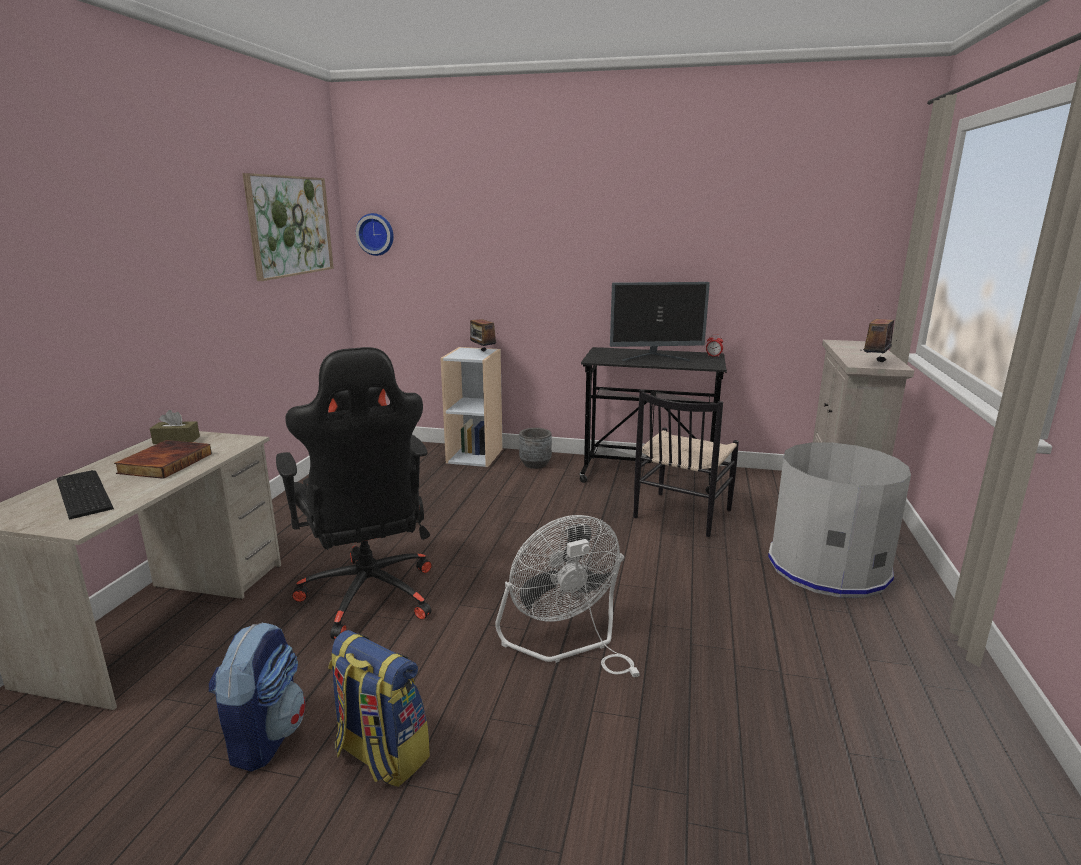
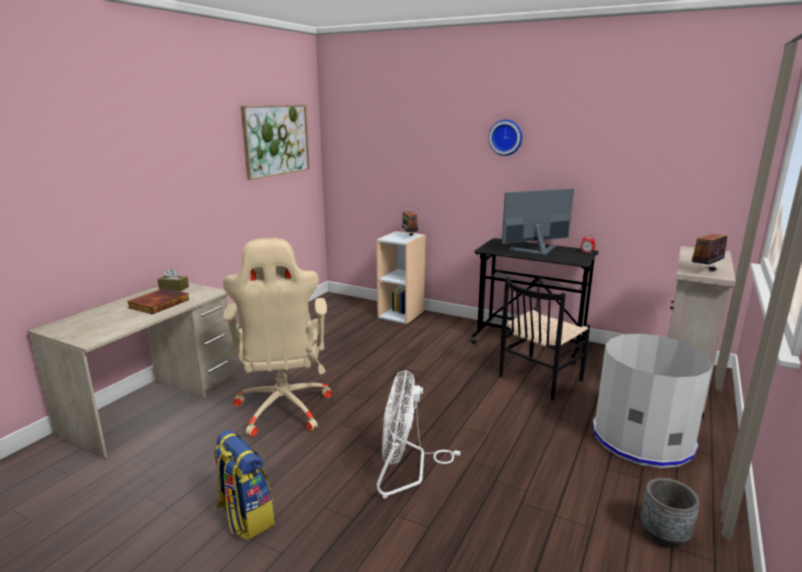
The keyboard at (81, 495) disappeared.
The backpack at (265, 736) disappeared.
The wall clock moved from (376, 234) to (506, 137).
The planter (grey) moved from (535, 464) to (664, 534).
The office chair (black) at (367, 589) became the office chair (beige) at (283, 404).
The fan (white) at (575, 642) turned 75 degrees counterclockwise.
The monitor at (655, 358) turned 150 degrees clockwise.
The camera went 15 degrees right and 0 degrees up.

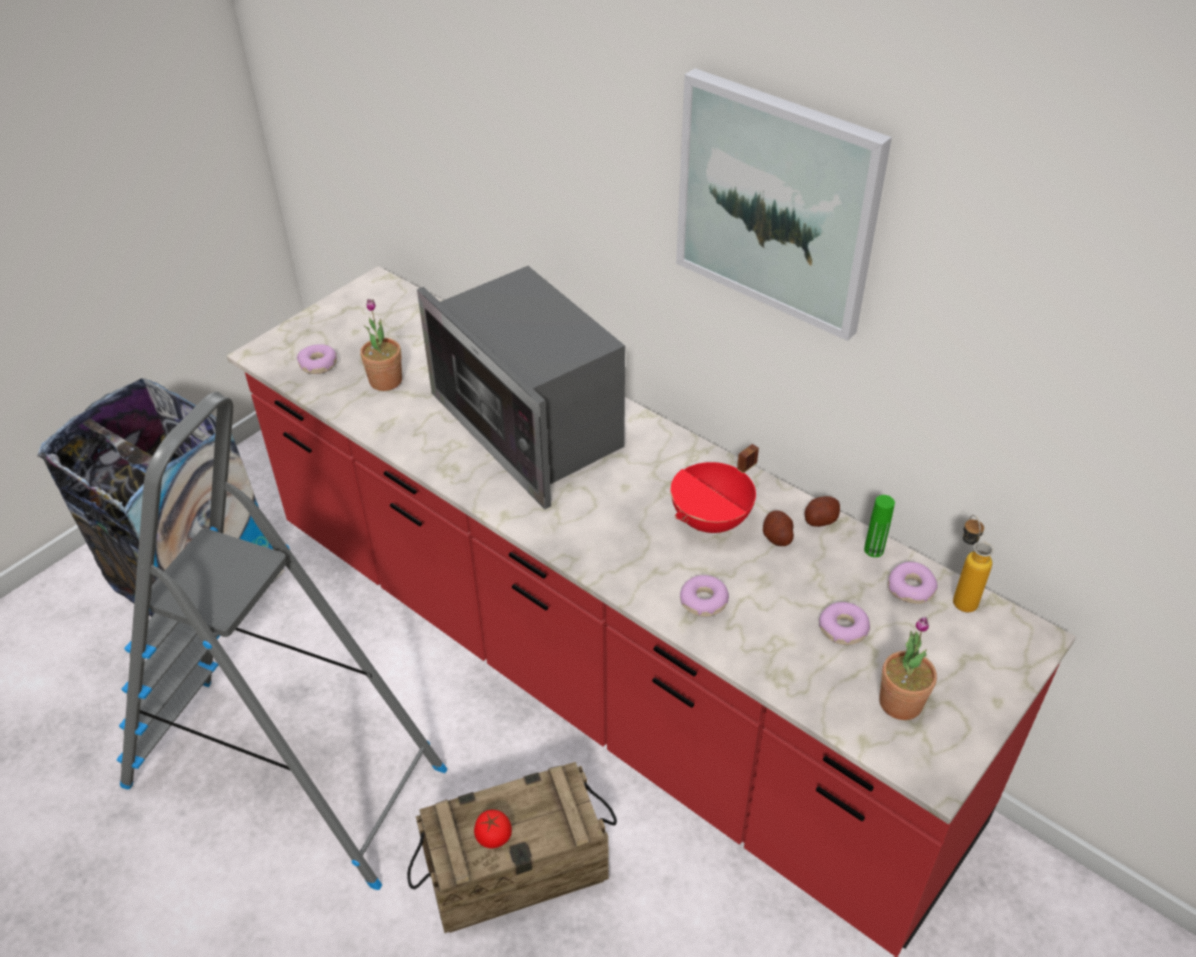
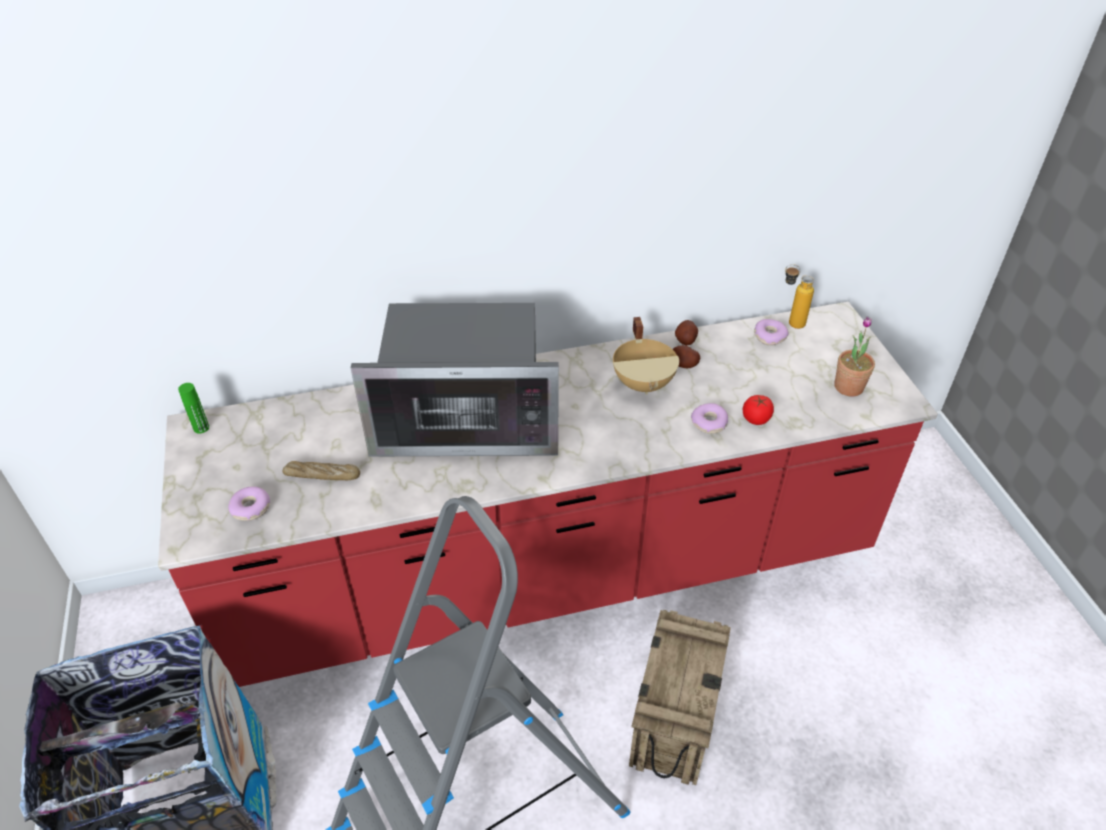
The picture at (777, 203) disappeared.
The donut at (843, 629) disappeared.
The tomato moved from (493, 837) to (756, 419).
The bottle (green) moved from (873, 550) to (201, 428).
The potted plant at (385, 381) was replaced by the bread at (322, 476).
The cooking pot (red) at (712, 521) became the cooking pot (beige) at (644, 383).
The camera went 55 degrees left and 0 degrees up.

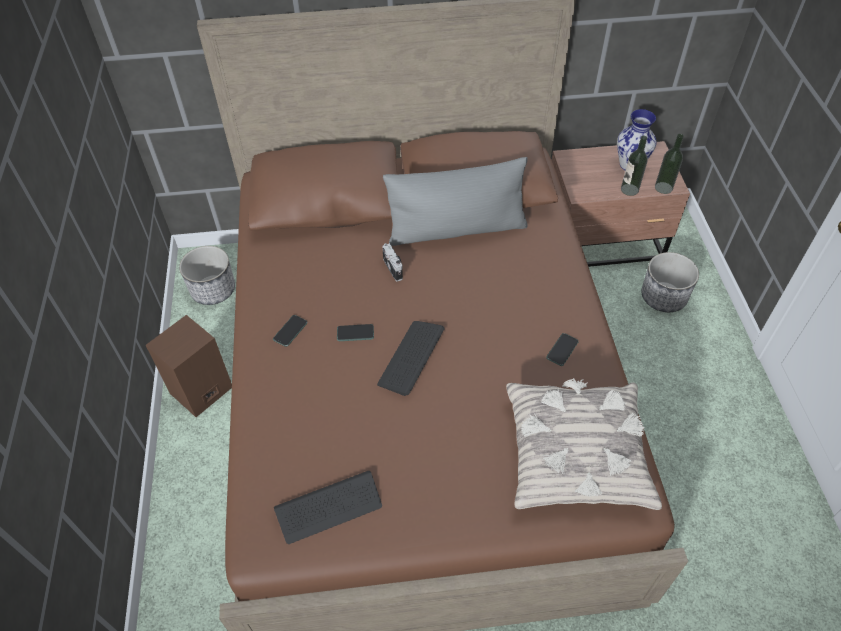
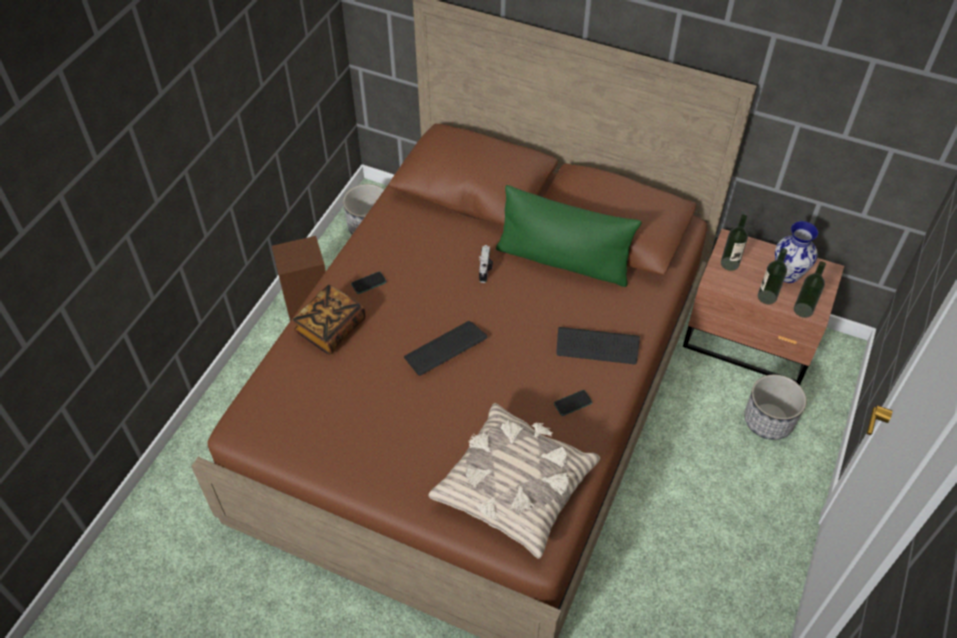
The phone at (355, 333) disappeared.
The book at (331, 328) appeared.
The bottle at (729, 263) appeared.
The keyboard moved from (329, 508) to (597, 347).
The pillow (grey) at (456, 229) became the pillow (green) at (563, 261).
The camera went 30 degrees right and 0 degrees up.

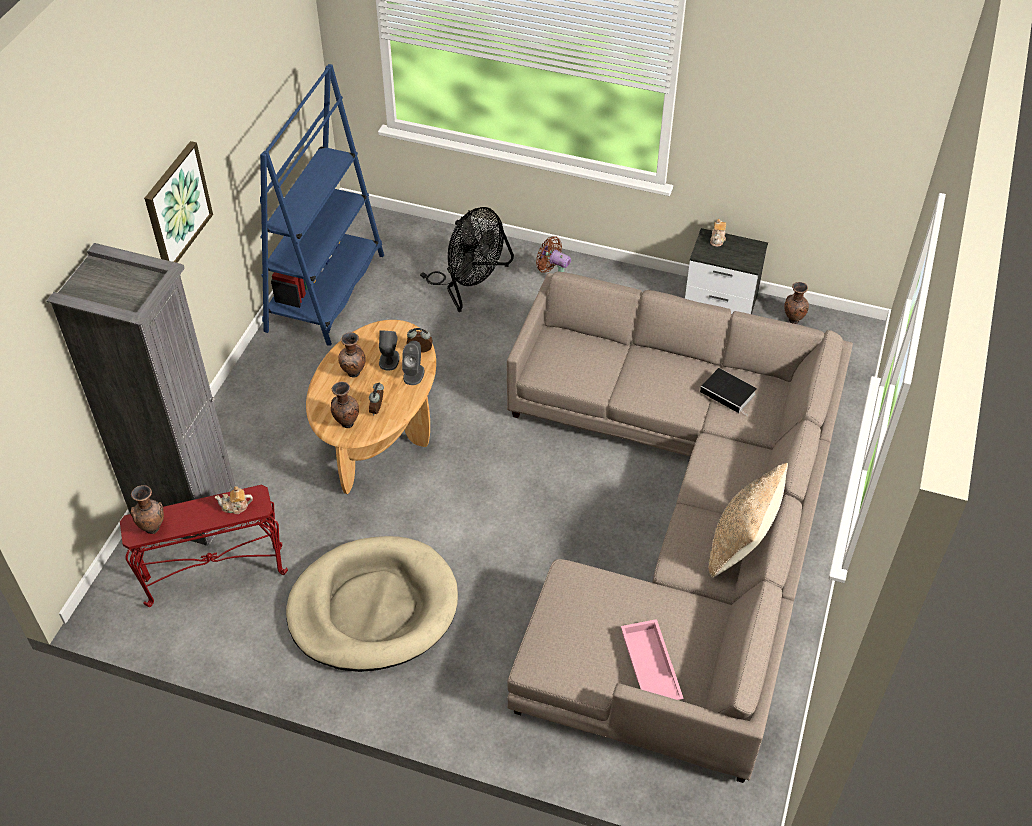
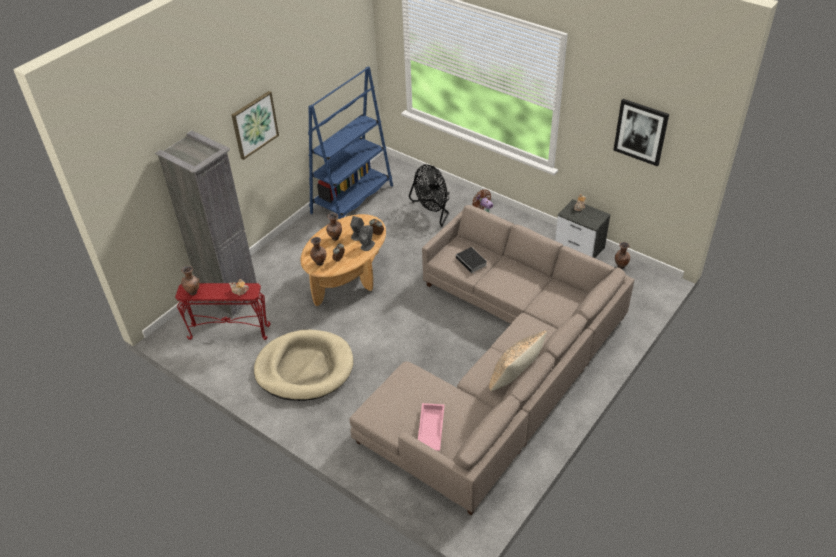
The picture at (641, 132) appeared.
The book moved from (729, 393) to (472, 262).
The fan (black) at (468, 283) turned 90 degrees clockwise.
The camera went 20 degrees right and 5 degrees down.

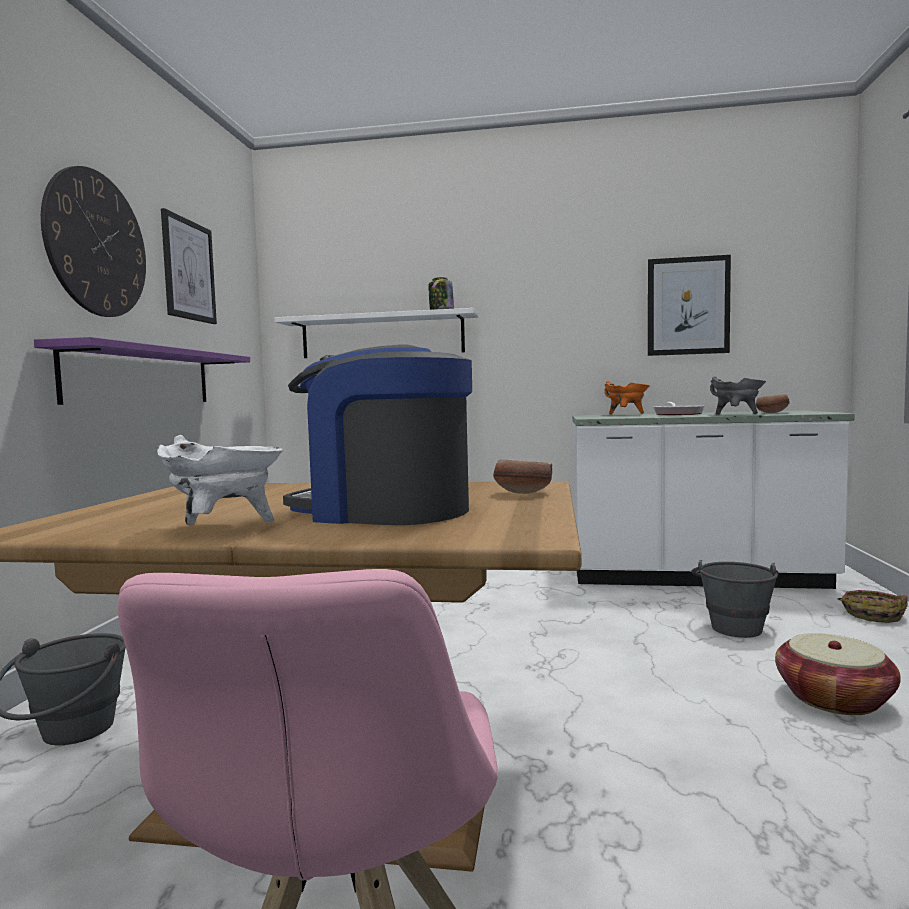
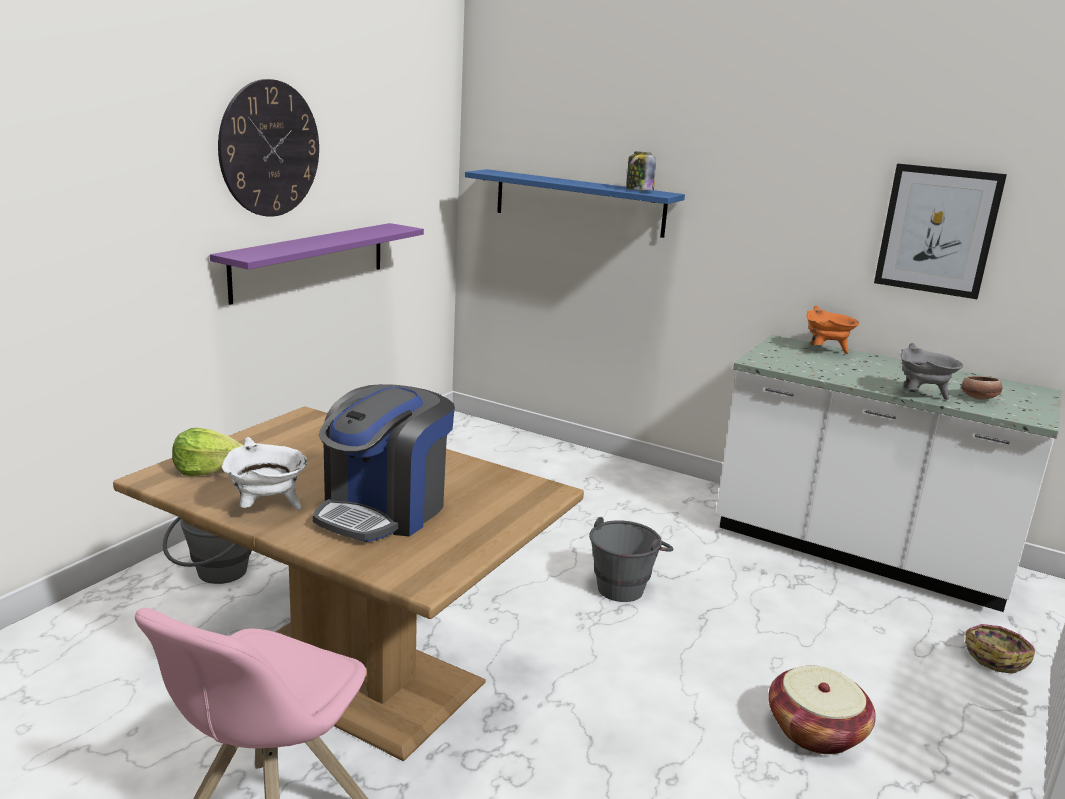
The picture at (188, 270) disappeared.
The bowl at (521, 493) disappeared.
The frying pan at (678, 414) disappeared.
The lettuce at (207, 469) appeared.
The bucket (grey) moved from (734, 625) to (625, 585).
The shelf (white) at (382, 336) became the shelf (blue) at (578, 202).
The coffee machine at (384, 511) turned 105 degrees counterclockwise.
The camera went 20 degrees right and 15 degrees up.

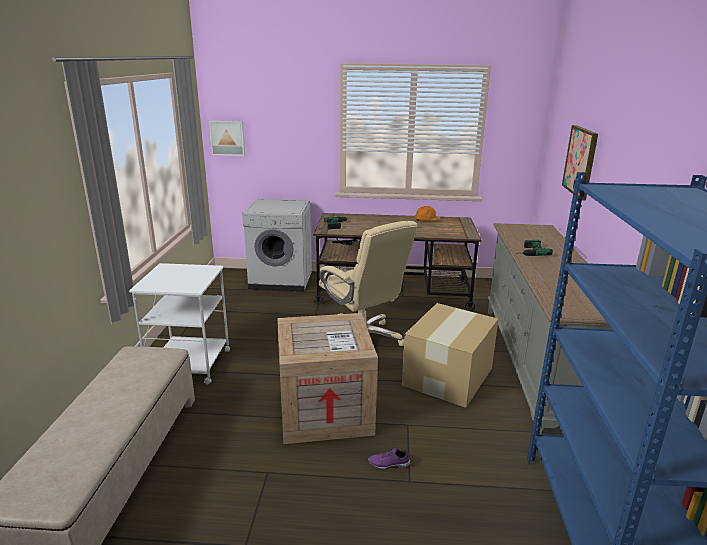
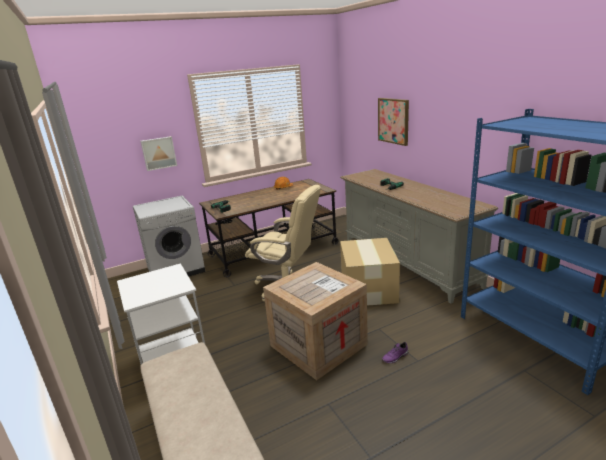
The picture moved from (227, 138) to (159, 153).
The camera went 30 degrees left and 0 degrees up.

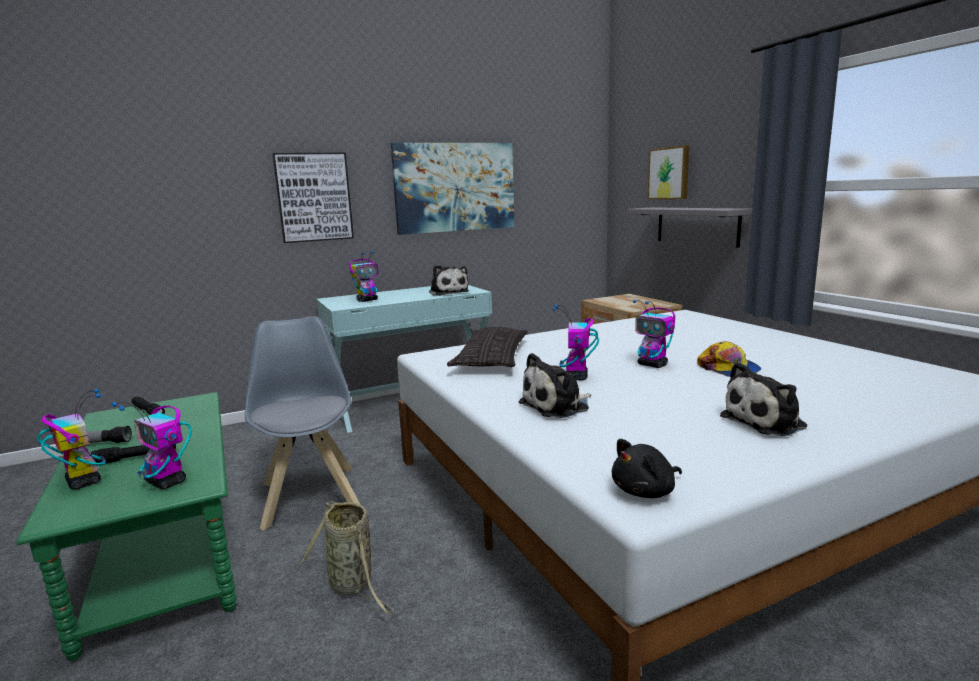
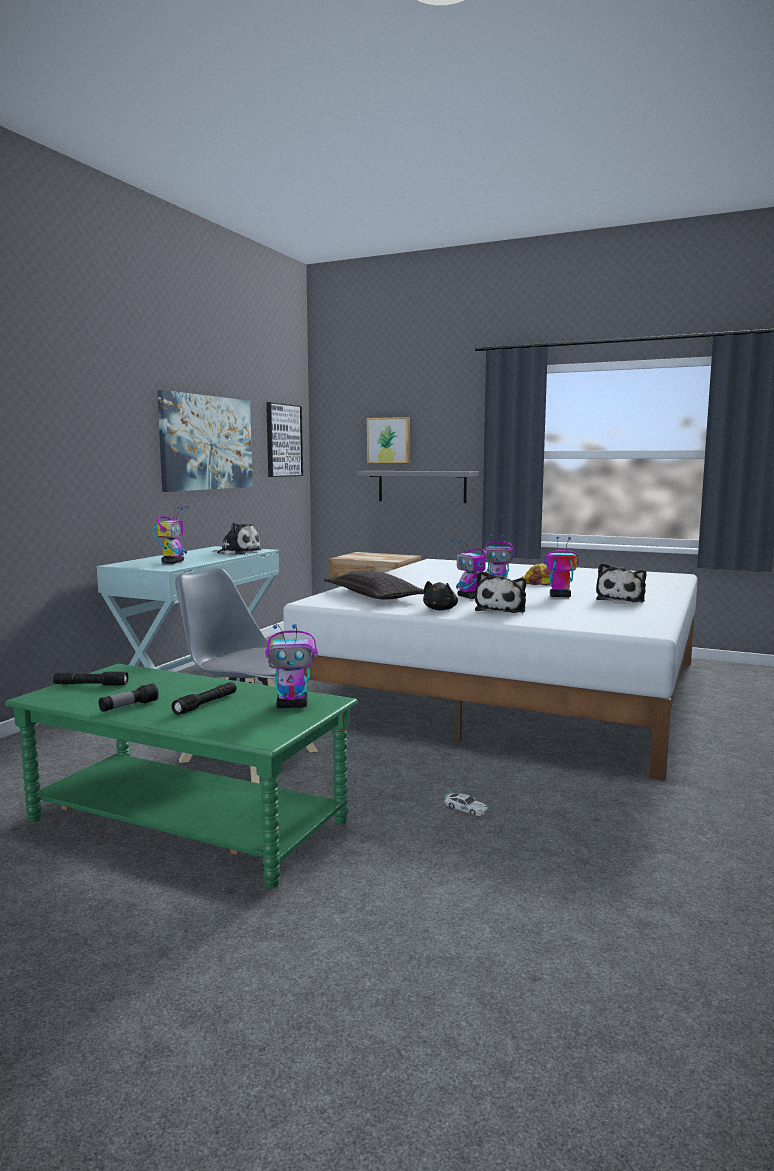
The basket at (352, 585) disappeared.
The toy car at (466, 808) appeared.
The toy robot moved from (83, 481) to (559, 596).
The picture moved from (314, 197) to (283, 440).
The plush toy (black) moved from (646, 491) to (440, 609).
The camera went 40 degrees left and 5 degrees down.

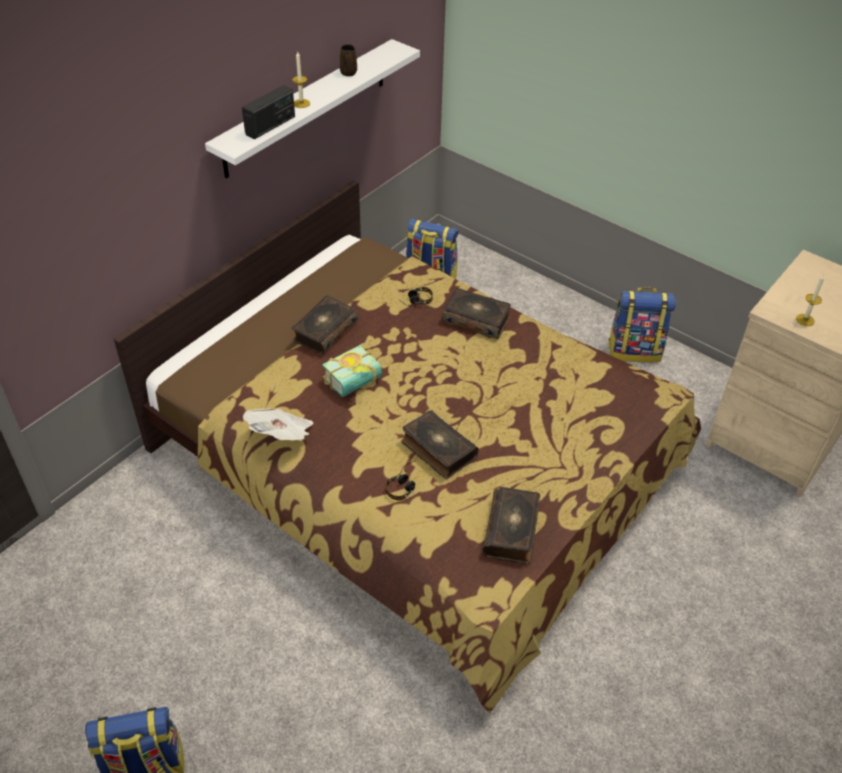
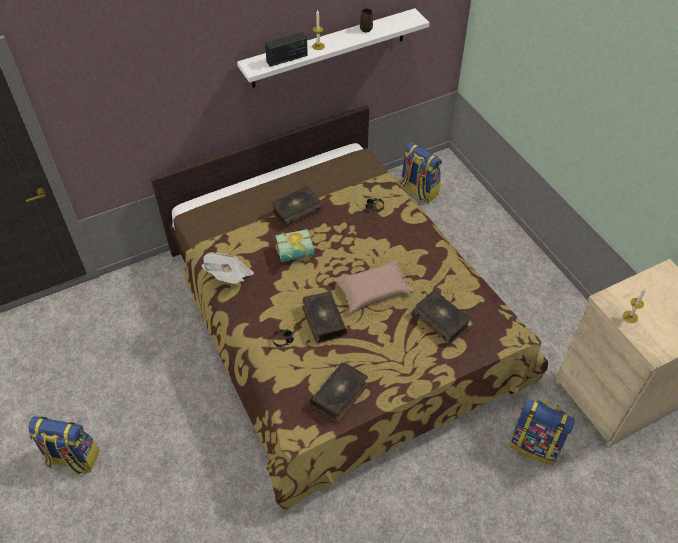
The pillow (beige) at (373, 289) appeared.
The book moved from (476, 319) to (441, 321).
The backpack moved from (634, 350) to (535, 444).
The camera went 25 degrees right and 5 degrees up.

